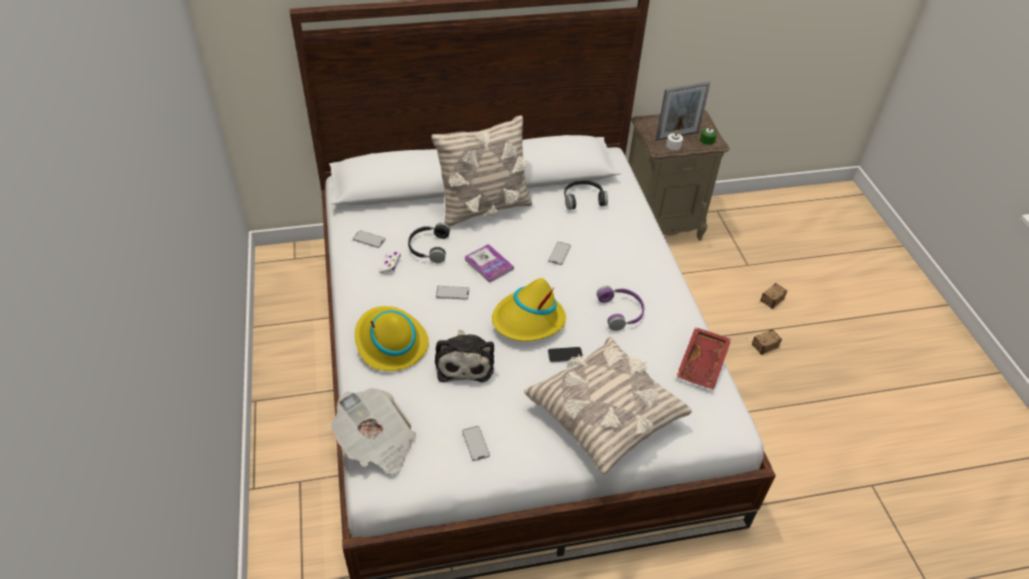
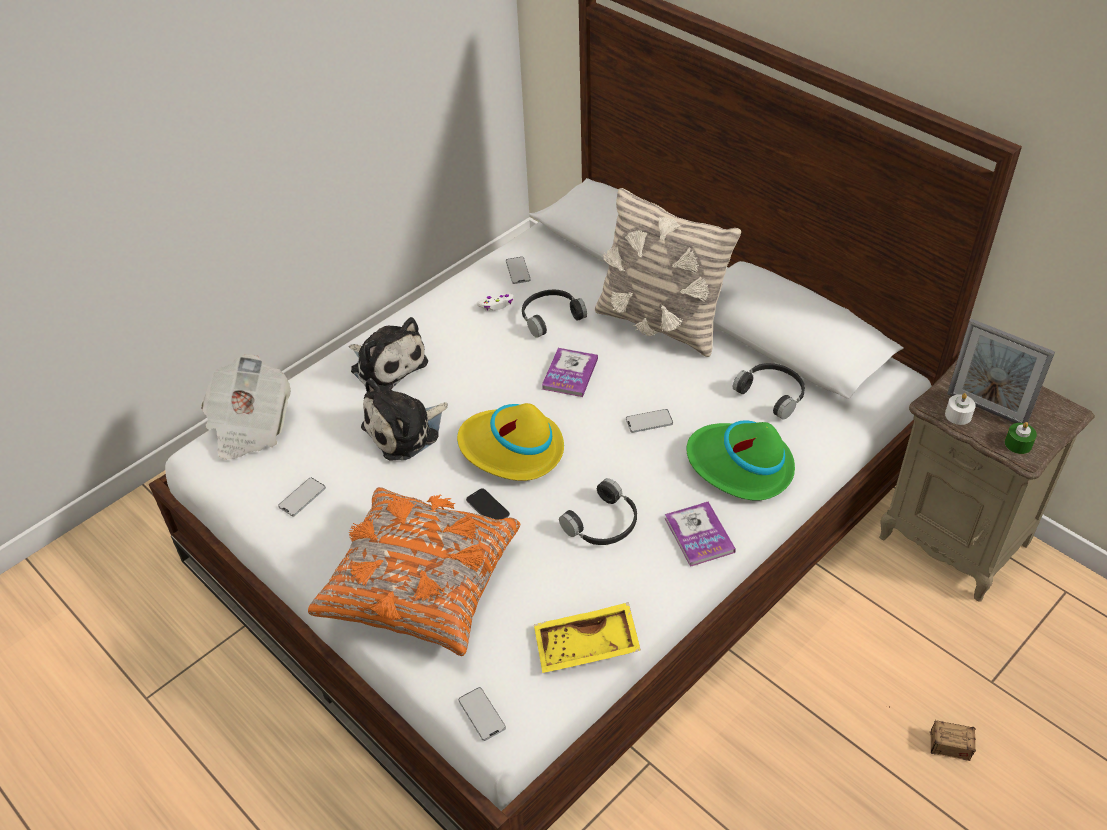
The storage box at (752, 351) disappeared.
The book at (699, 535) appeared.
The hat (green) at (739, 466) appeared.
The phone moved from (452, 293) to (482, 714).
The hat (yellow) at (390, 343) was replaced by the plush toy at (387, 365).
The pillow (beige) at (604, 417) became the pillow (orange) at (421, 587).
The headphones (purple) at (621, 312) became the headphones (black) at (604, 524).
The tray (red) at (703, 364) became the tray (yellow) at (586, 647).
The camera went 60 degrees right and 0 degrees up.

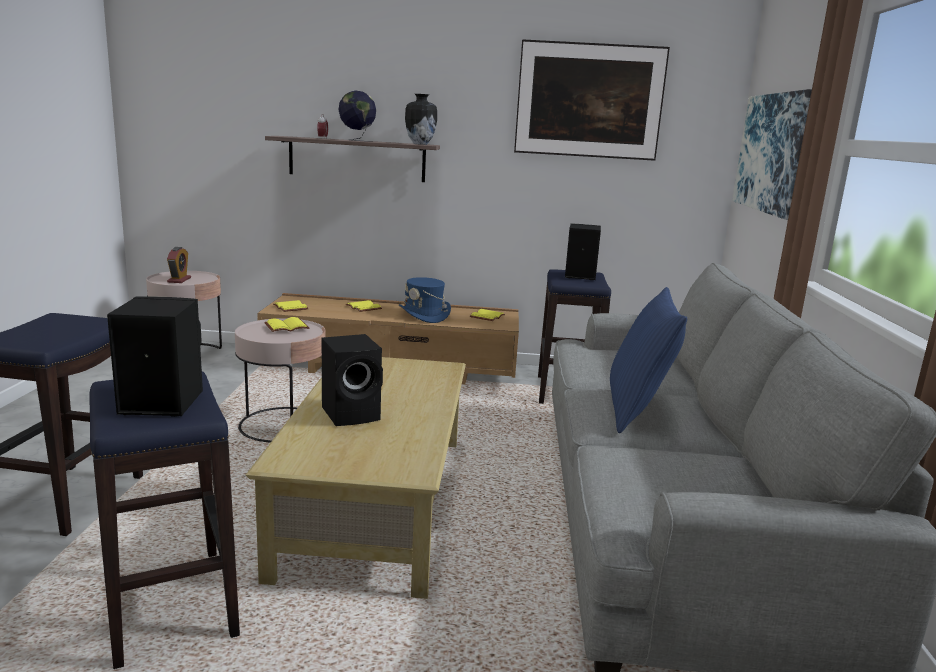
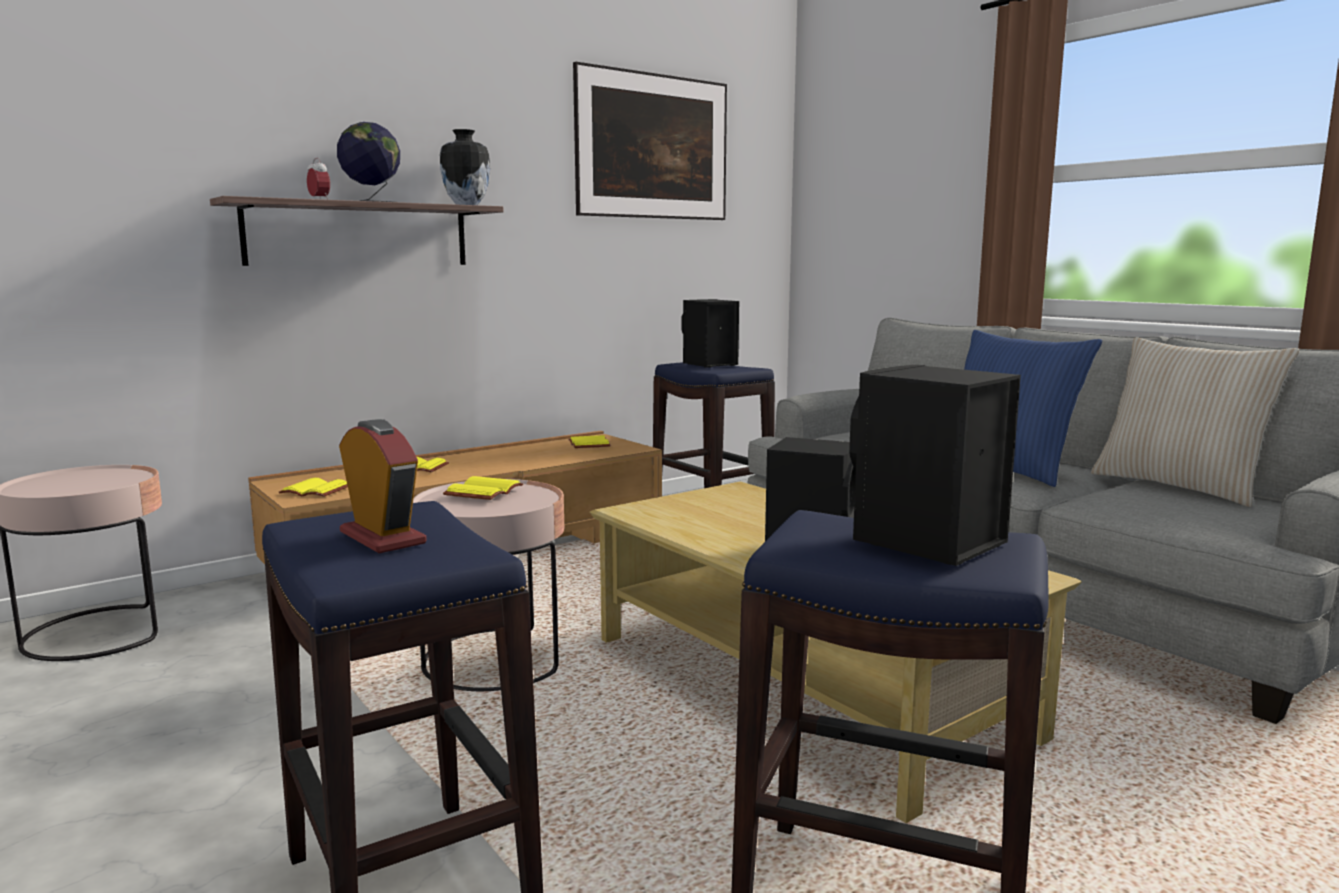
The hat (blue) at (424, 315) disappeared.
The picture at (773, 153) disappeared.
The pillow (beige) at (1179, 486) appeared.
The alarm clock moved from (179, 280) to (382, 538).
The camera went 40 degrees left and 5 degrees down.

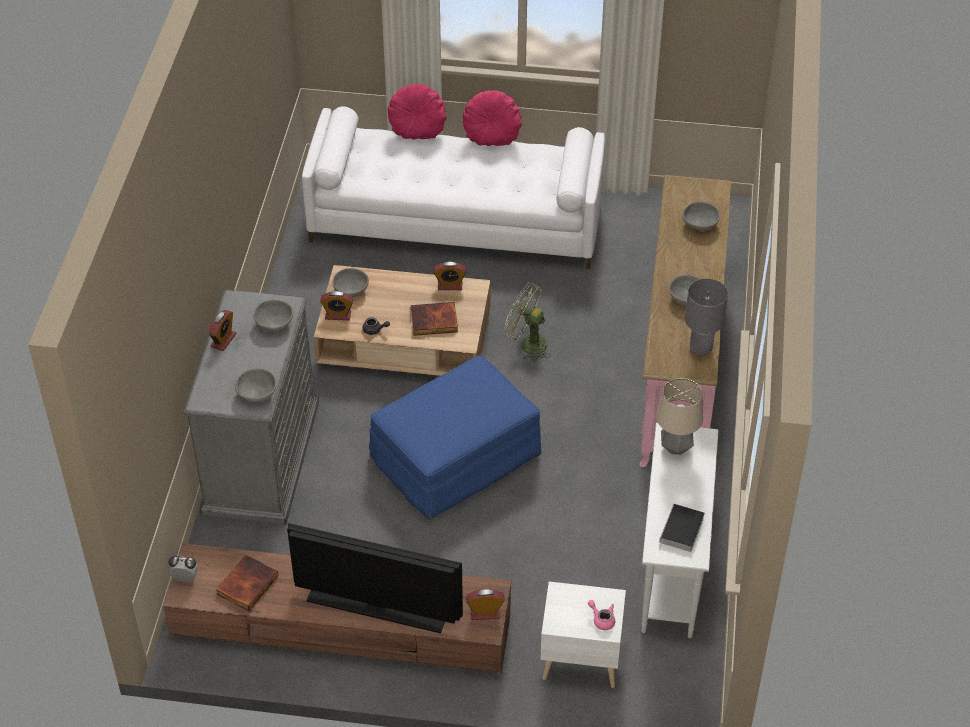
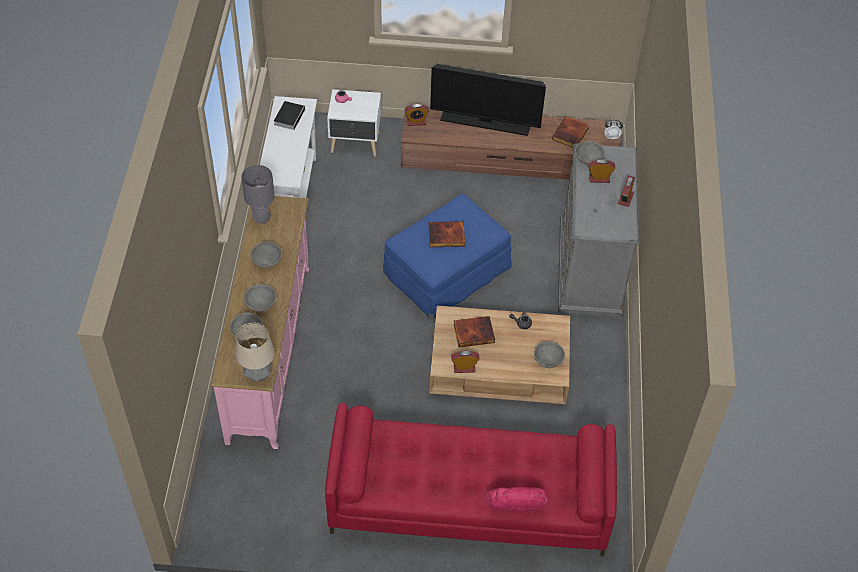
The pillow (pink) at (492, 139) disappeared.
The fan (green) at (527, 344) disappeared.
The book at (446, 236) appeared.
The bowl (grey) moved from (274, 324) to (261, 303).
The alarm clock moved from (338, 315) to (599, 178).
The table lamp moved from (676, 448) to (257, 375).
The sofa (white) at (456, 221) became the sofa (red) at (468, 501).
The camera went 175 degrees right and 5 degrees up.

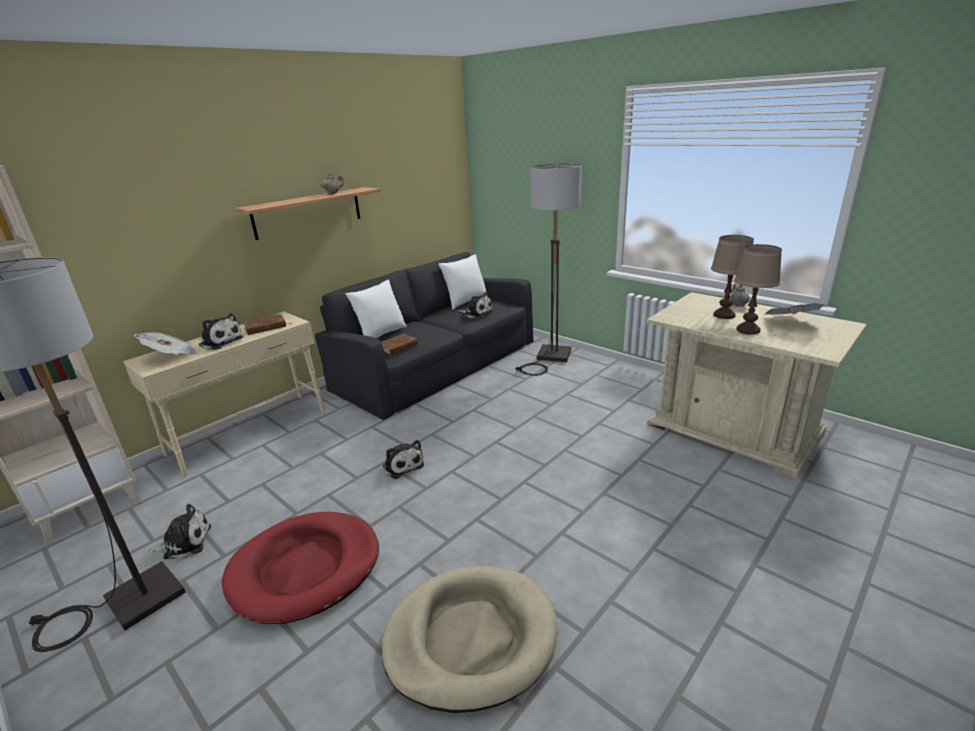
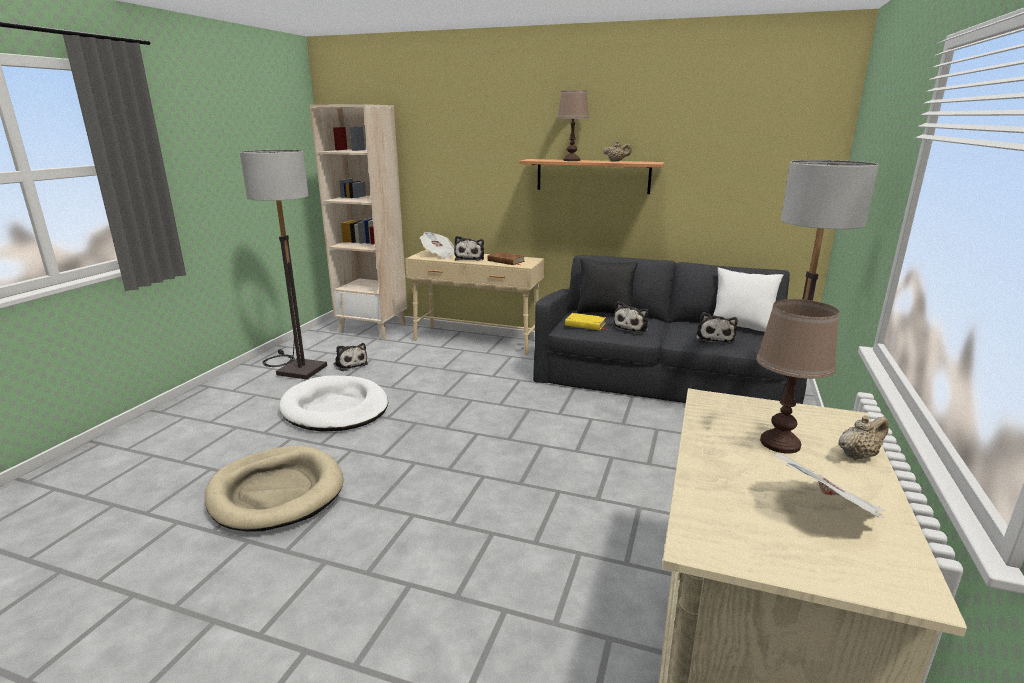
The plush toy moved from (402, 465) to (632, 328).
The table lamp (brown) moved from (748, 330) to (571, 160).
The dog bed (red) at (305, 569) became the dog bed (white) at (335, 408).
The pillow (white) at (381, 335) became the pillow (black) at (604, 313).
The book (brown) at (398, 346) became the book (yellow) at (585, 324).
The camera went 65 degrees right and 5 degrees down.

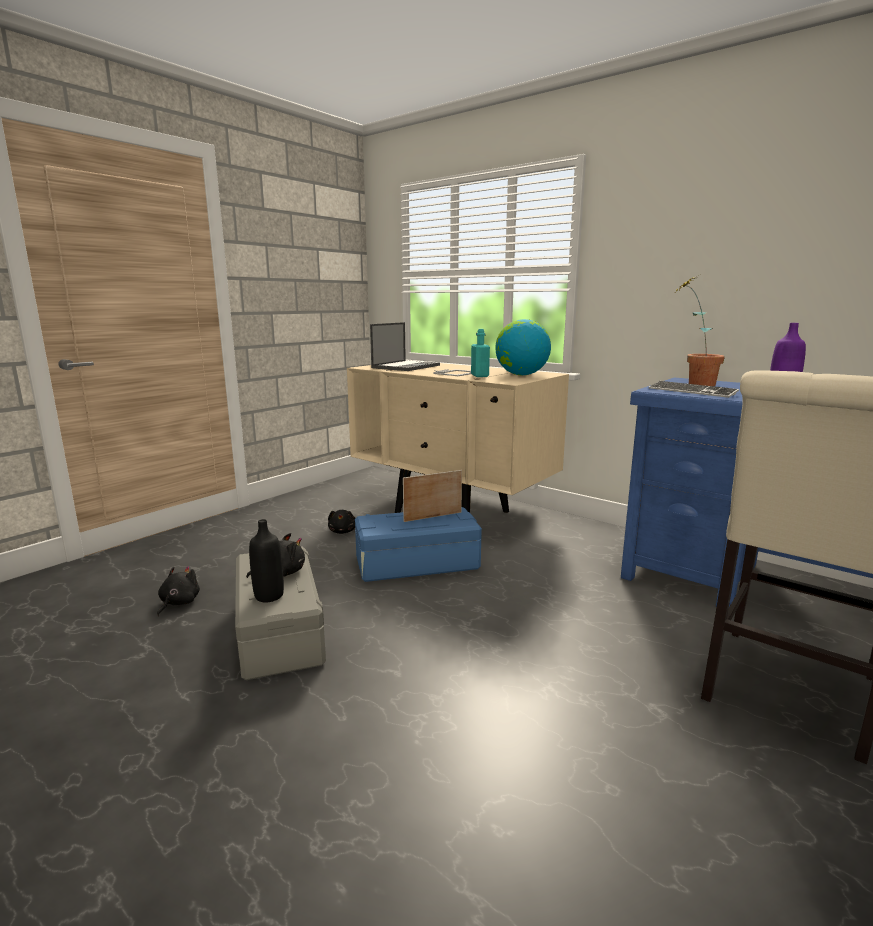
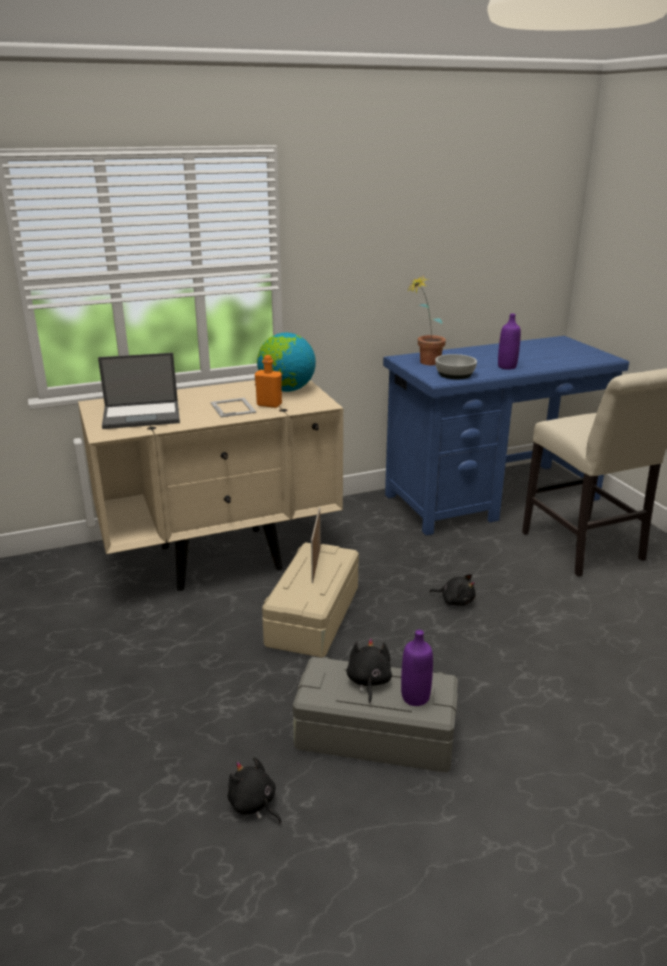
The plush toy (black) moved from (343, 531) to (455, 600).
The keyboard at (691, 391) was replaced by the bowl at (455, 374).
The bottle (black) at (269, 596) became the bottle (purple) at (415, 697).
The storage box (blue) at (416, 564) became the storage box (beige) at (314, 617).
The bottle (turquoise) at (479, 375) became the bottle (orange) at (269, 404).
The laptop at (406, 366) turned 105 degrees clockwise.
The camera went 60 degrees left and 10 degrees up.

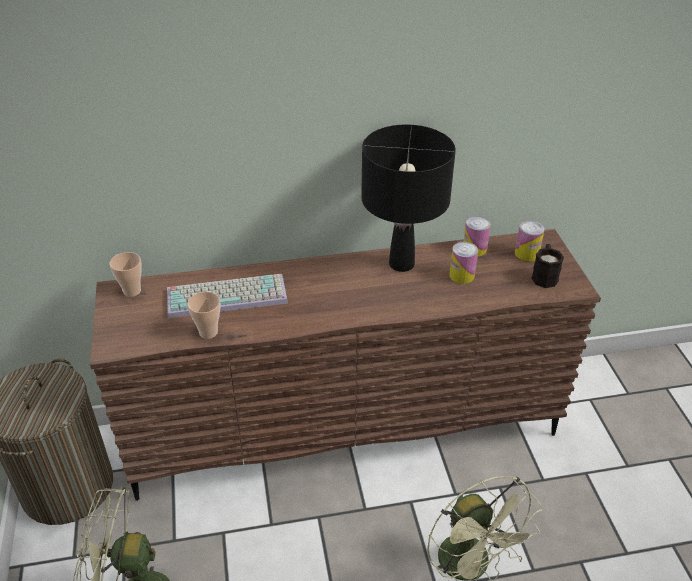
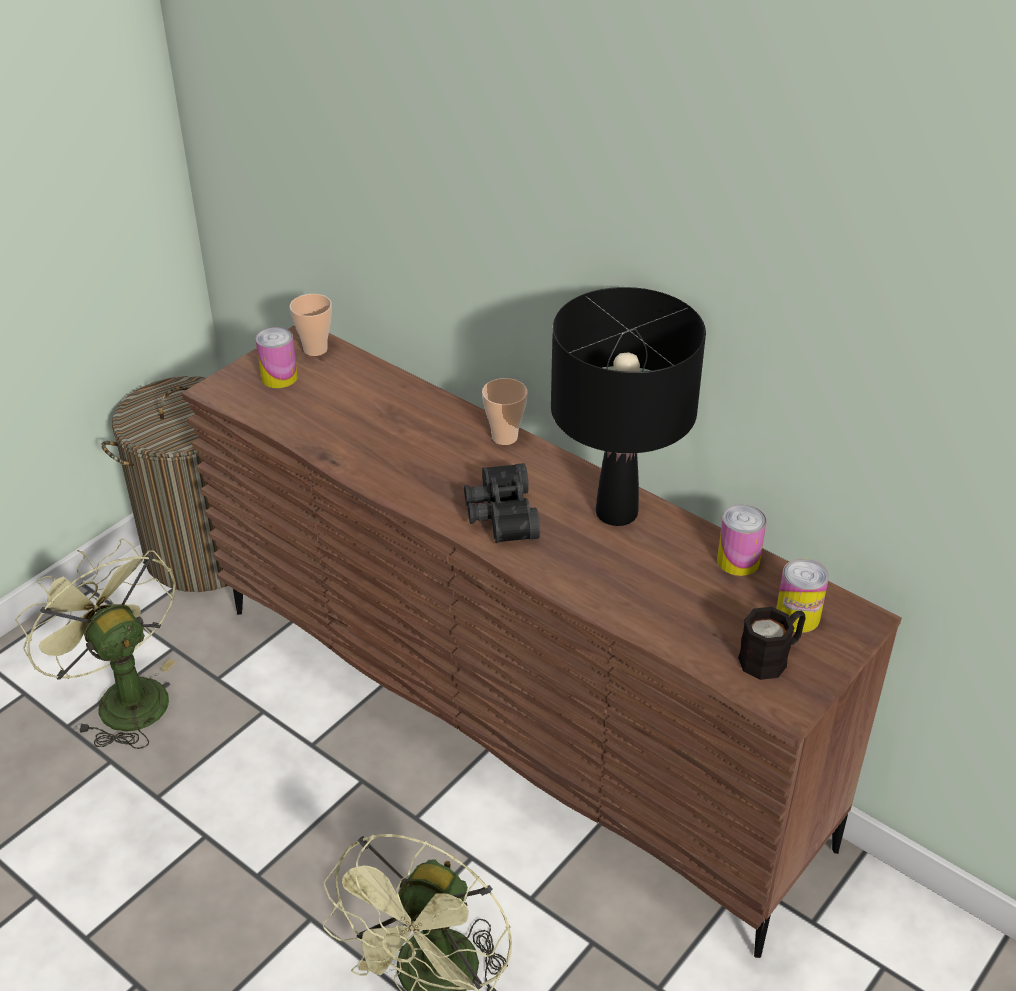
The keyboard at (228, 295) disappeared.
The binoculars (black) at (499, 515) appeared.
The cup moved from (208, 332) to (504, 437).
The can moved from (461, 275) to (279, 377).
The camera went 50 degrees right and 0 degrees up.

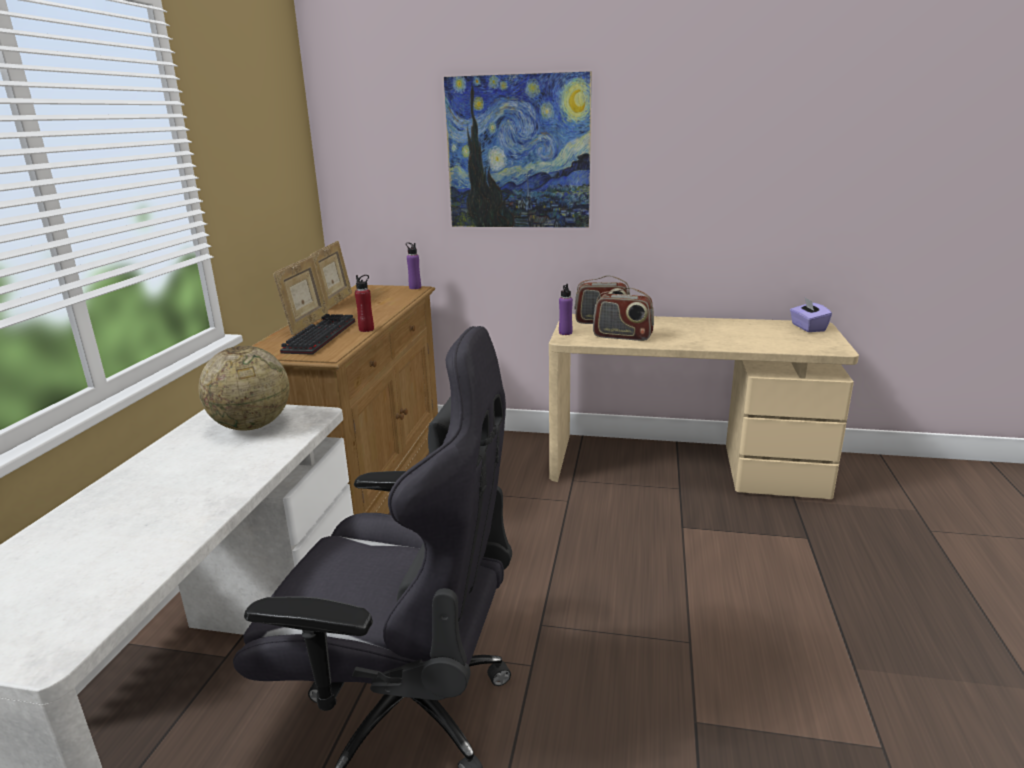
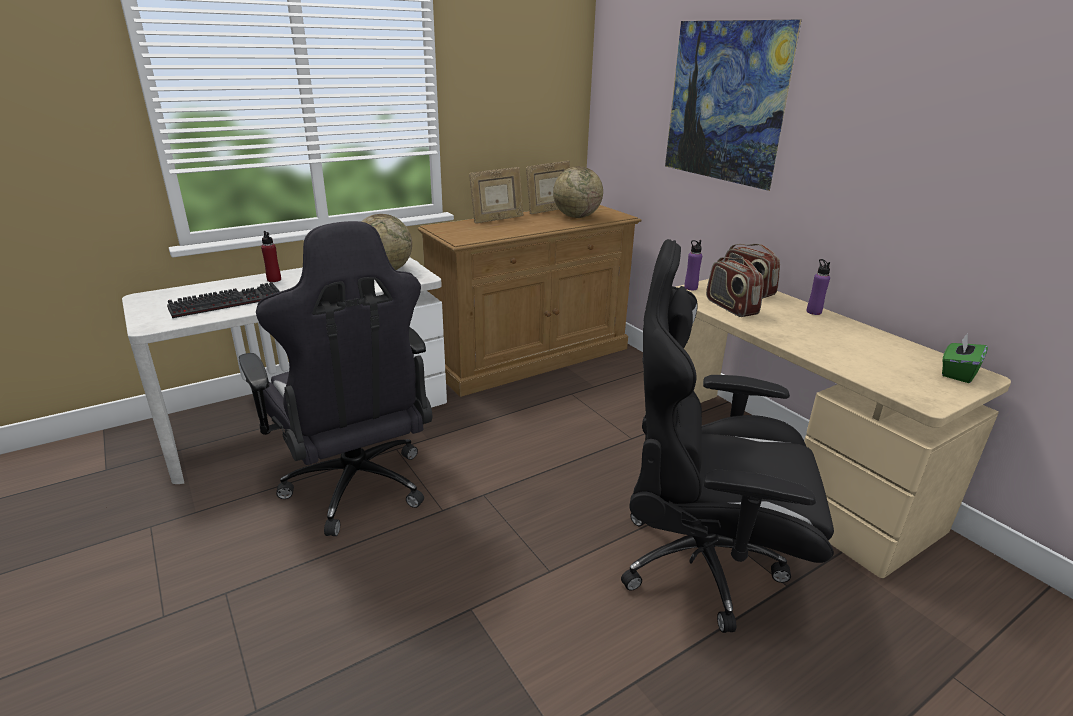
The globe at (576, 217) appeared.
The office chair (black) at (709, 565) appeared.
The keyboard moved from (319, 336) to (228, 302).
The bottle (red) moved from (366, 329) to (274, 280).
The bottle (purple) moved from (415, 287) to (813, 312).
The tissue box (purple) at (807, 327) became the tissue box (green) at (957, 373).
The camera went 45 degrees right and 5 degrees up.

